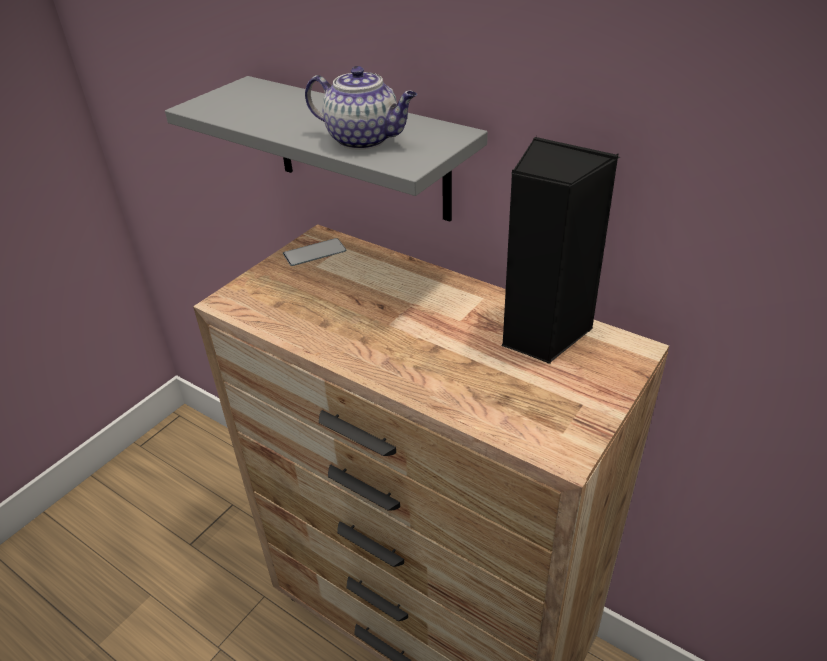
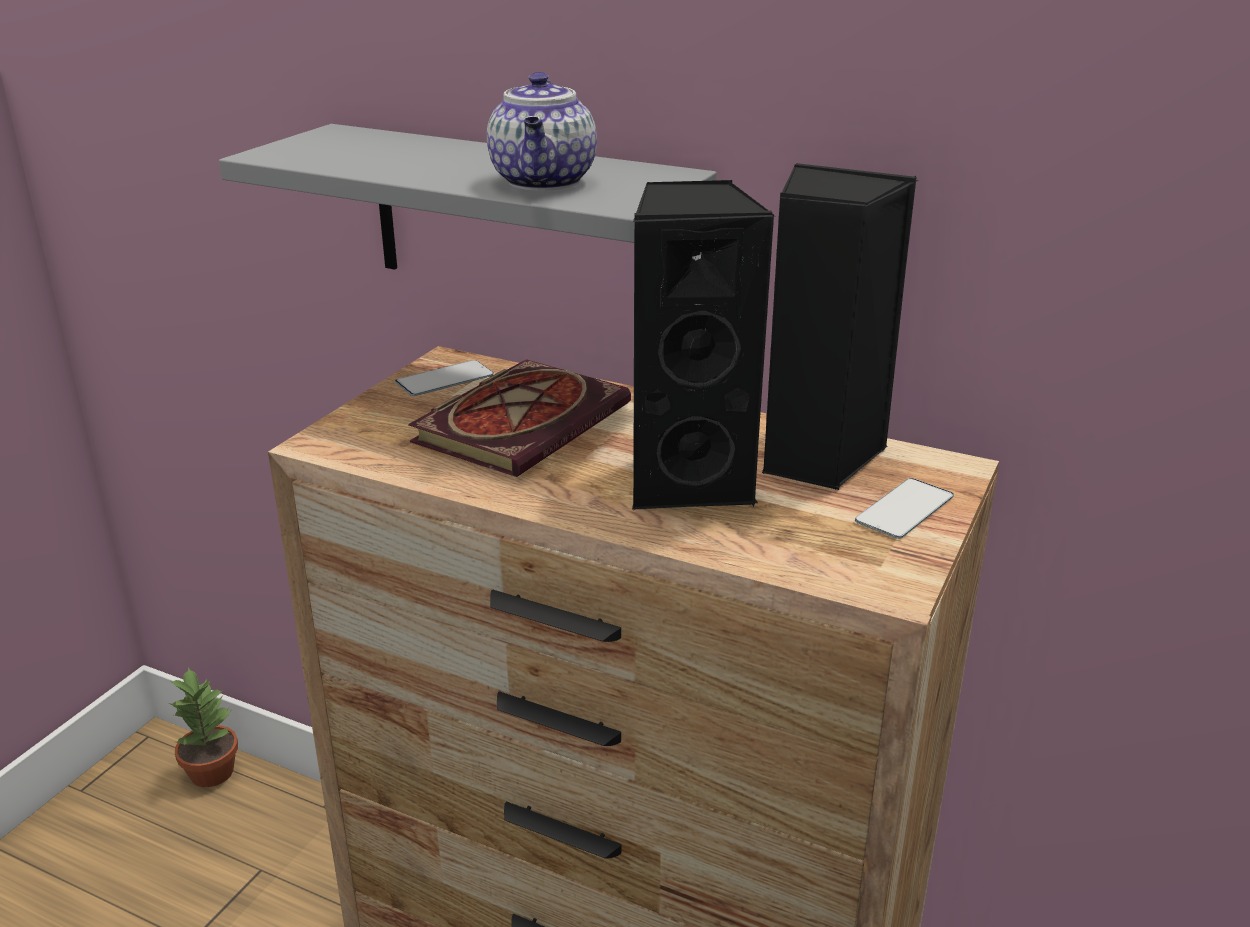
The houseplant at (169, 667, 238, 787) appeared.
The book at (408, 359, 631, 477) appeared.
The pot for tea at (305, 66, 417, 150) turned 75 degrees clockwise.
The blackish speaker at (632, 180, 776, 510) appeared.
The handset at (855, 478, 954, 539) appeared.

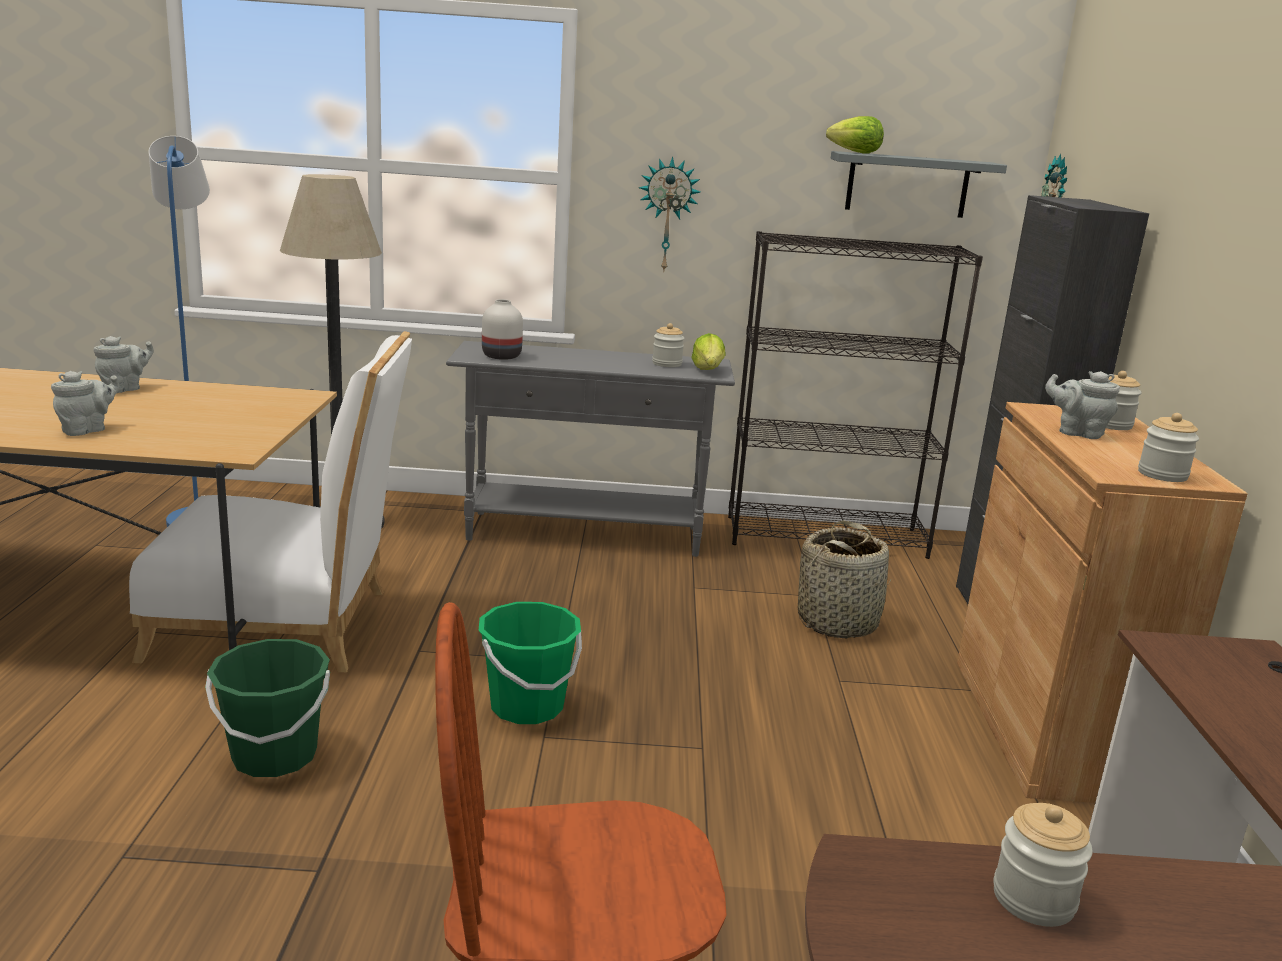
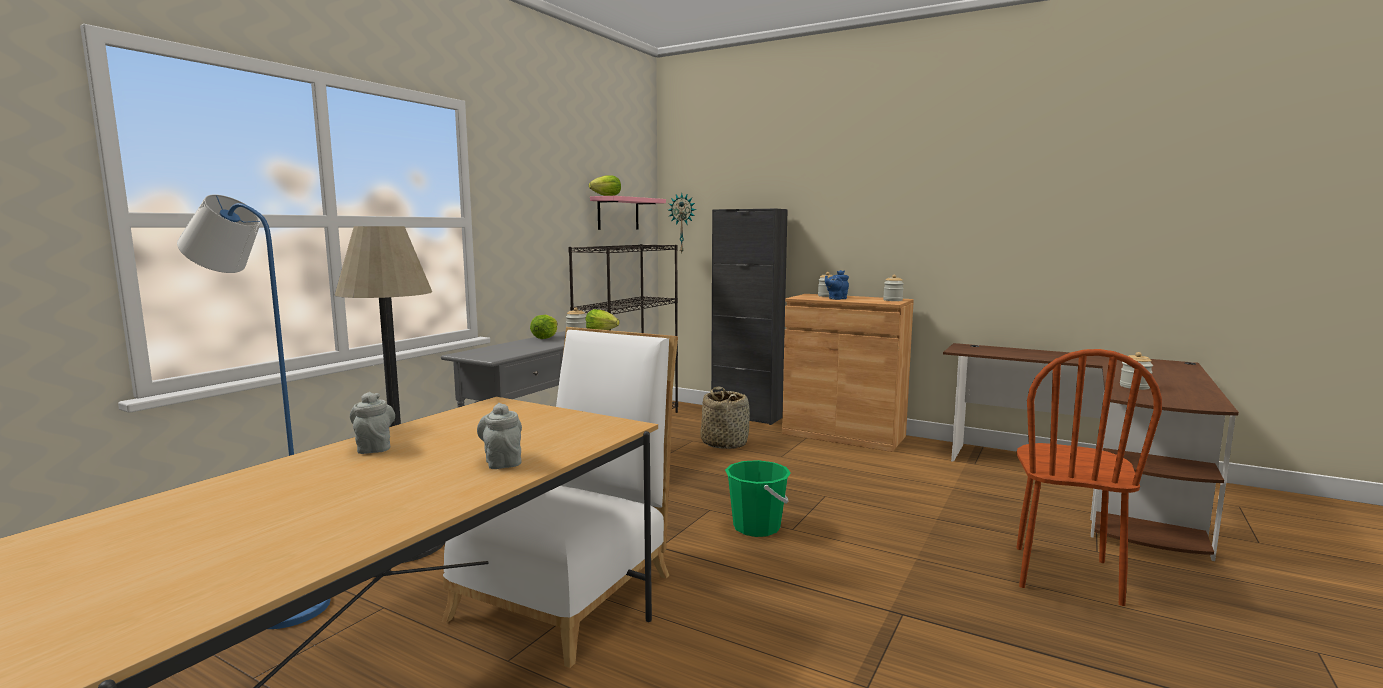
The lettuce head at (530, 315, 558, 339) appeared.
The greyish wall shelf at (831, 151, 1007, 218) became the pink wall shelf at (590, 196, 666, 230).
The greyish pot for tea at (1045, 371, 1120, 439) became the bluish pot for tea at (825, 270, 849, 300).
The green pail at (205, 639, 330, 777) disappeared.
The white-coloured decorative vase at (482, 299, 523, 360) disappeared.
The wall clock at (638, 157, 700, 273) disappeared.

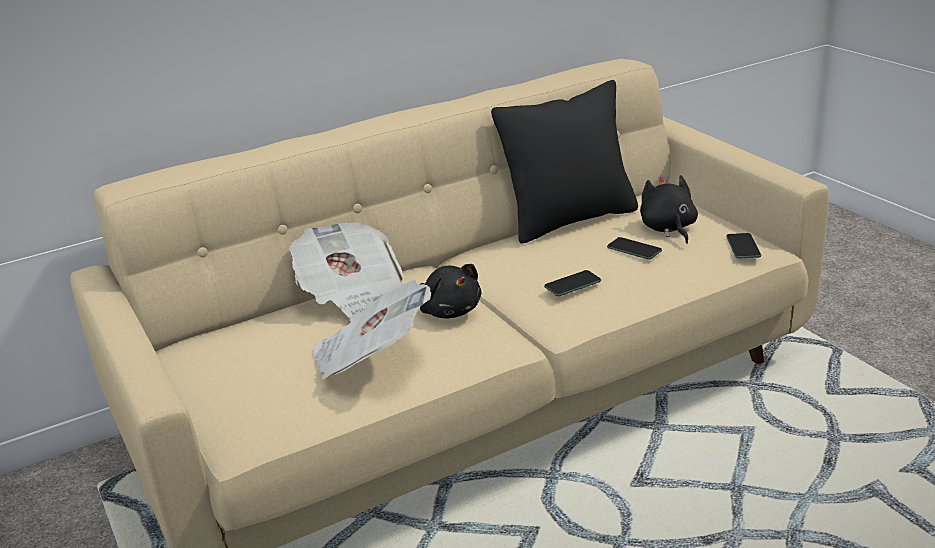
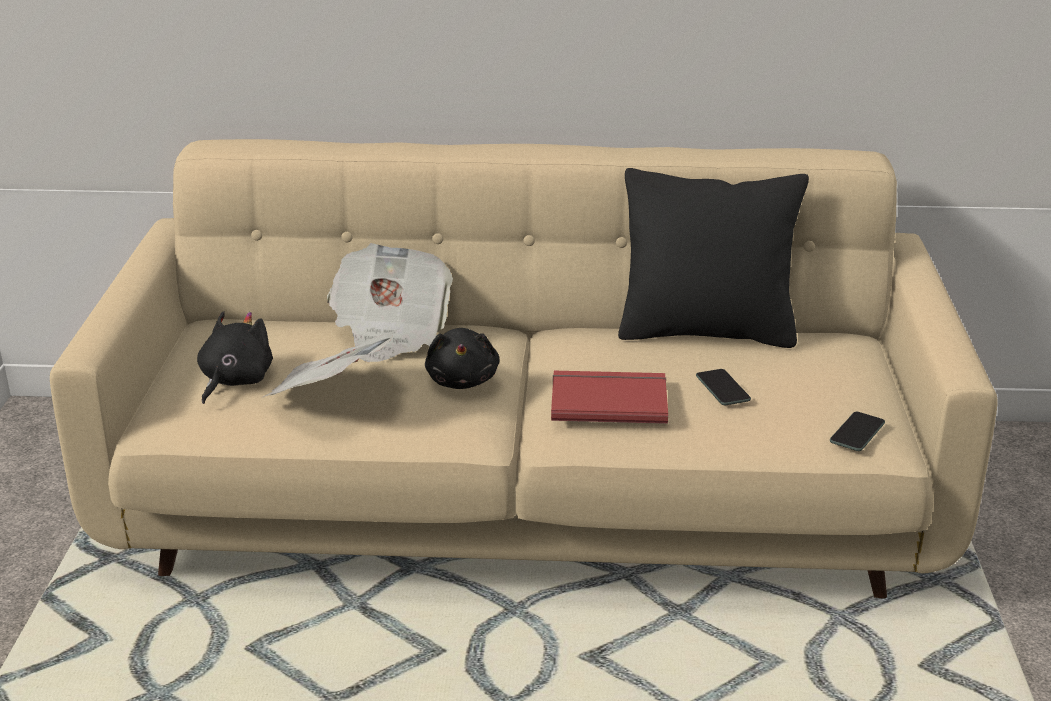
The blackish cuddly toy moved from (640, 175, 698, 244) to (197, 311, 273, 404).
The handset at (544, 270, 601, 296) was replaced by the red-coloured book at (551, 371, 668, 424).

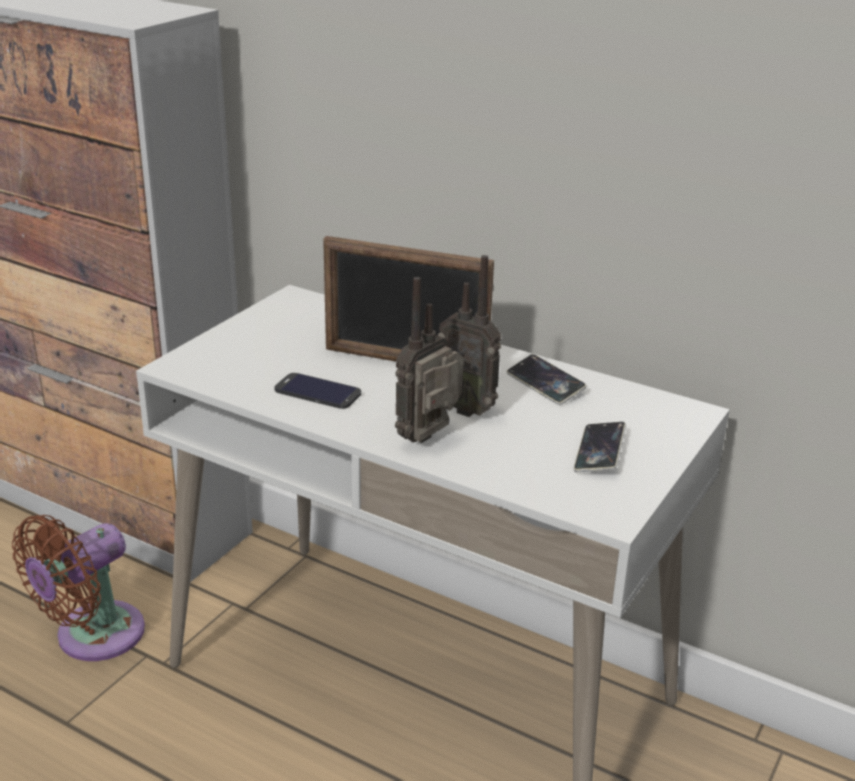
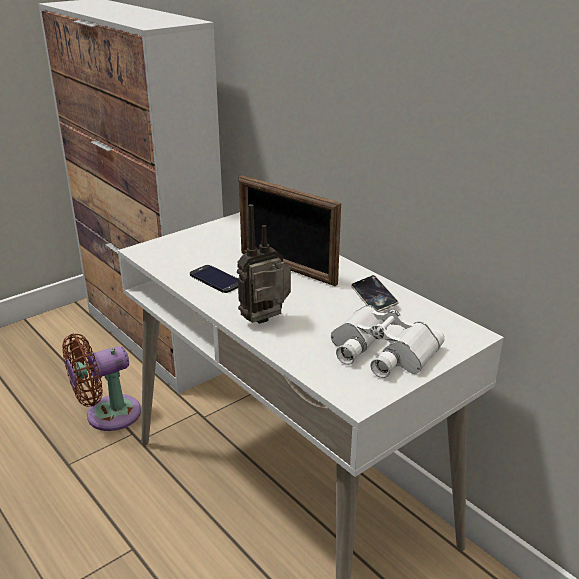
The handset at (574, 422, 626, 472) was replaced by the white-coloured field glasses at (331, 305, 445, 378).
The radio receiver at (438, 255, 501, 417) disappeared.

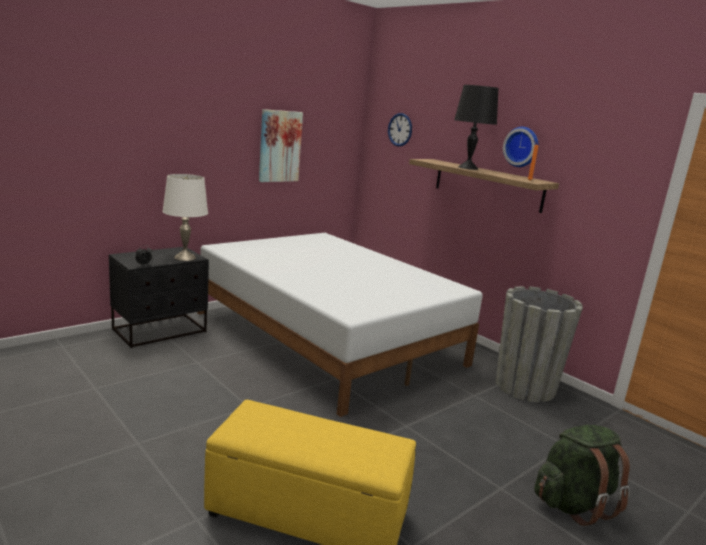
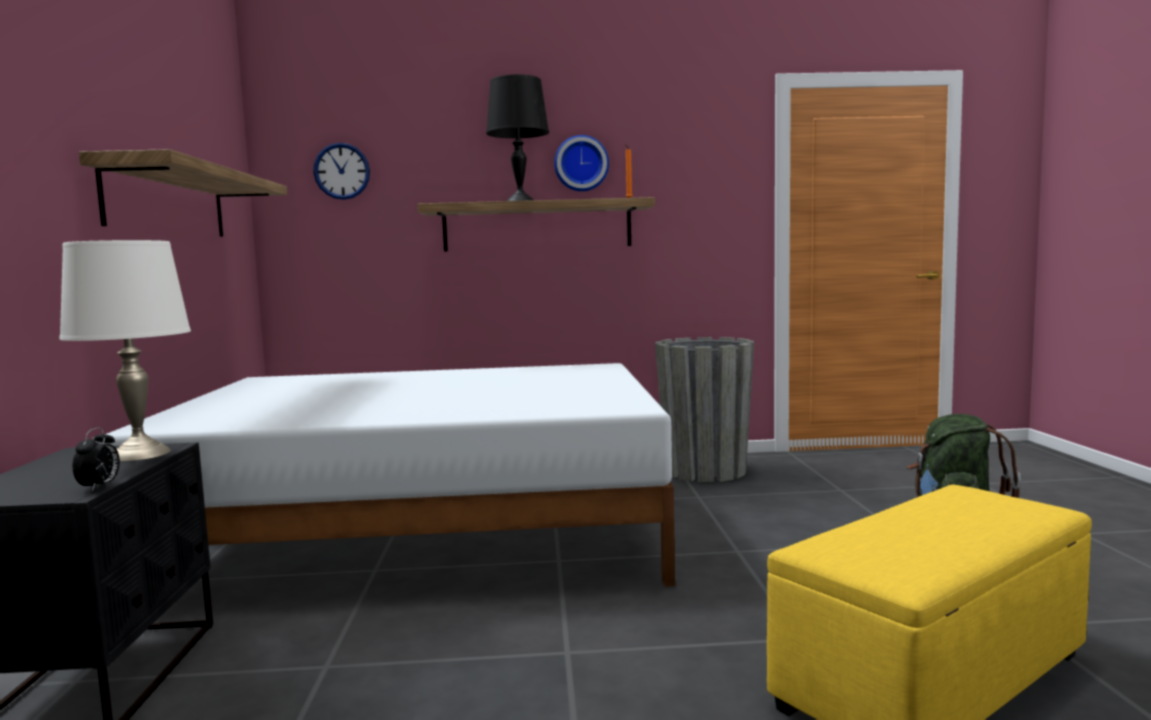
The wall art at (259, 109, 303, 182) was replaced by the wall shelf at (79, 149, 287, 237).

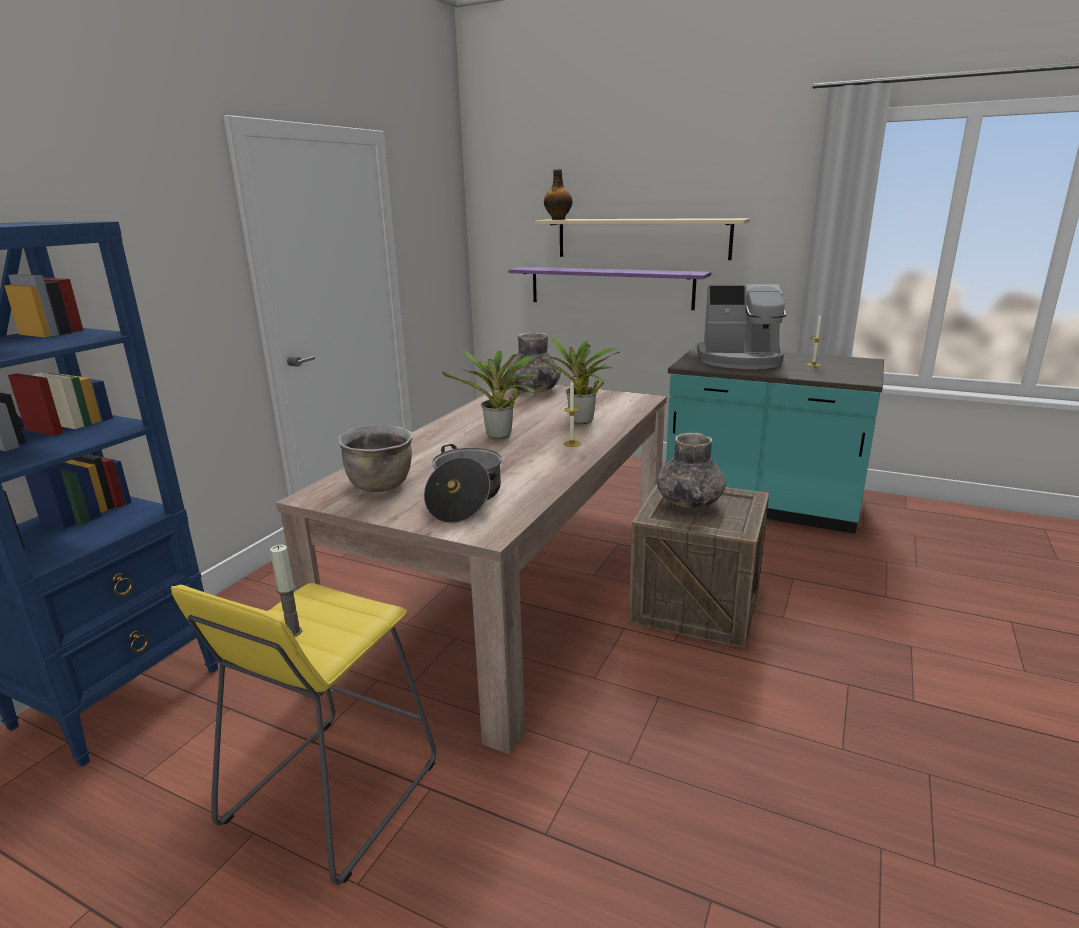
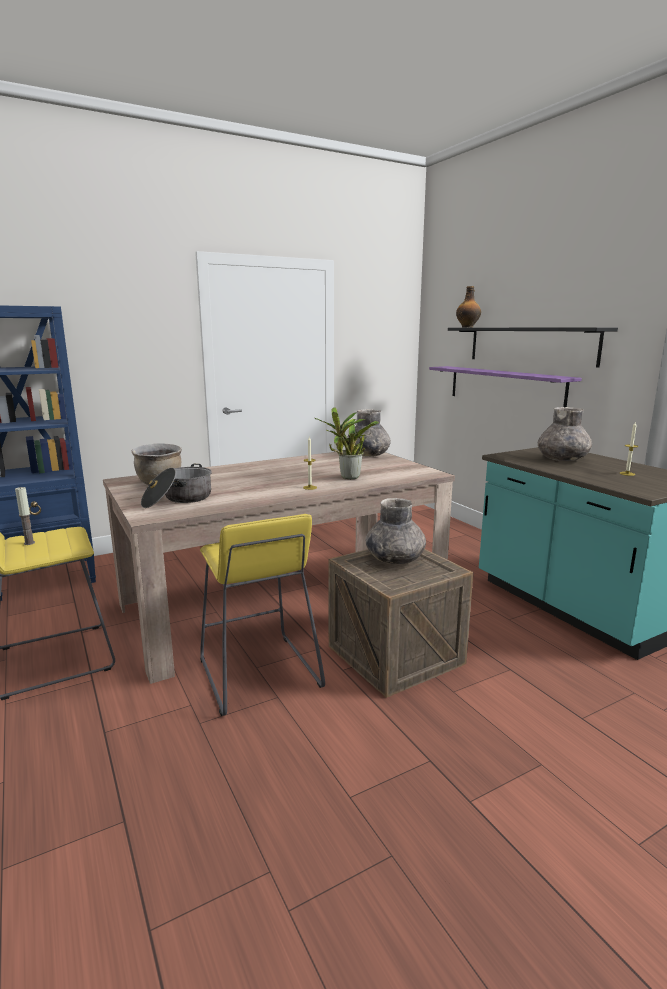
The yellowish stool at (200, 514, 325, 716) appeared.
The sand-coloured wall shelf at (535, 218, 750, 260) became the blackish wall shelf at (448, 327, 618, 367).
The coffee maker at (697, 284, 786, 369) was replaced by the greyish decorative vase at (538, 407, 592, 461).
The houseplant at (442, 351, 537, 439) disappeared.

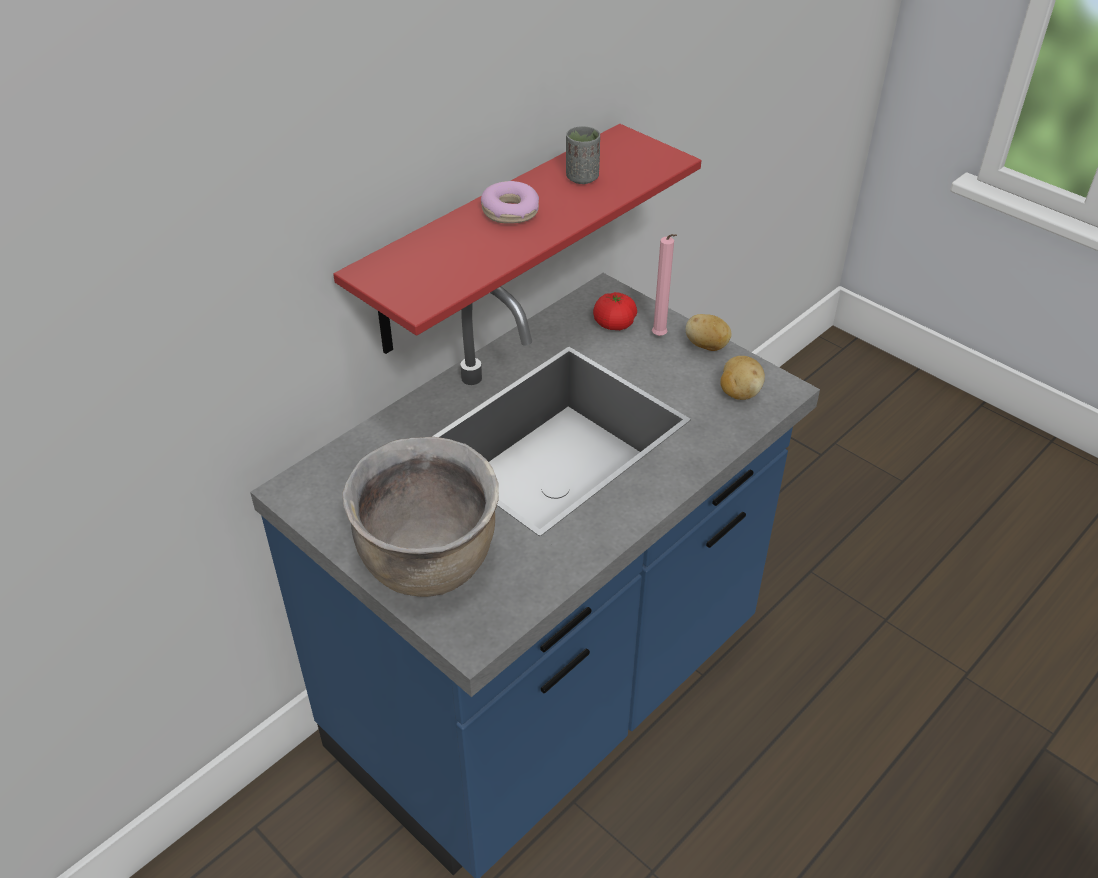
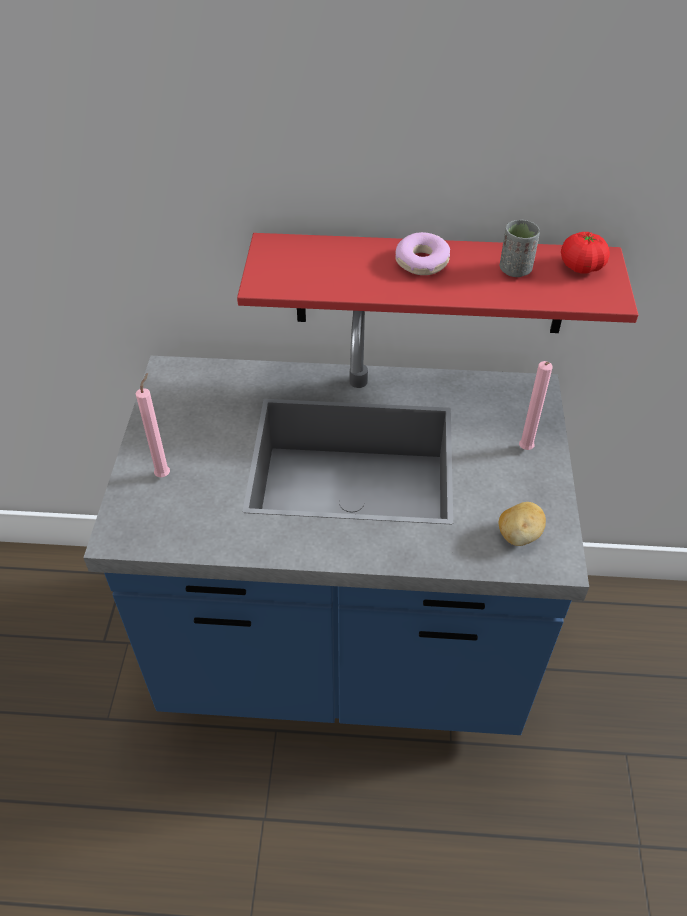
The brownish cooking pot at (342, 437, 499, 597) was replaced by the pink wax candle at (136, 373, 170, 477).
The whole tomato moved from (593, 292, 637, 330) to (561, 232, 610, 274).
The whole potato at (686, 314, 731, 351) disappeared.

